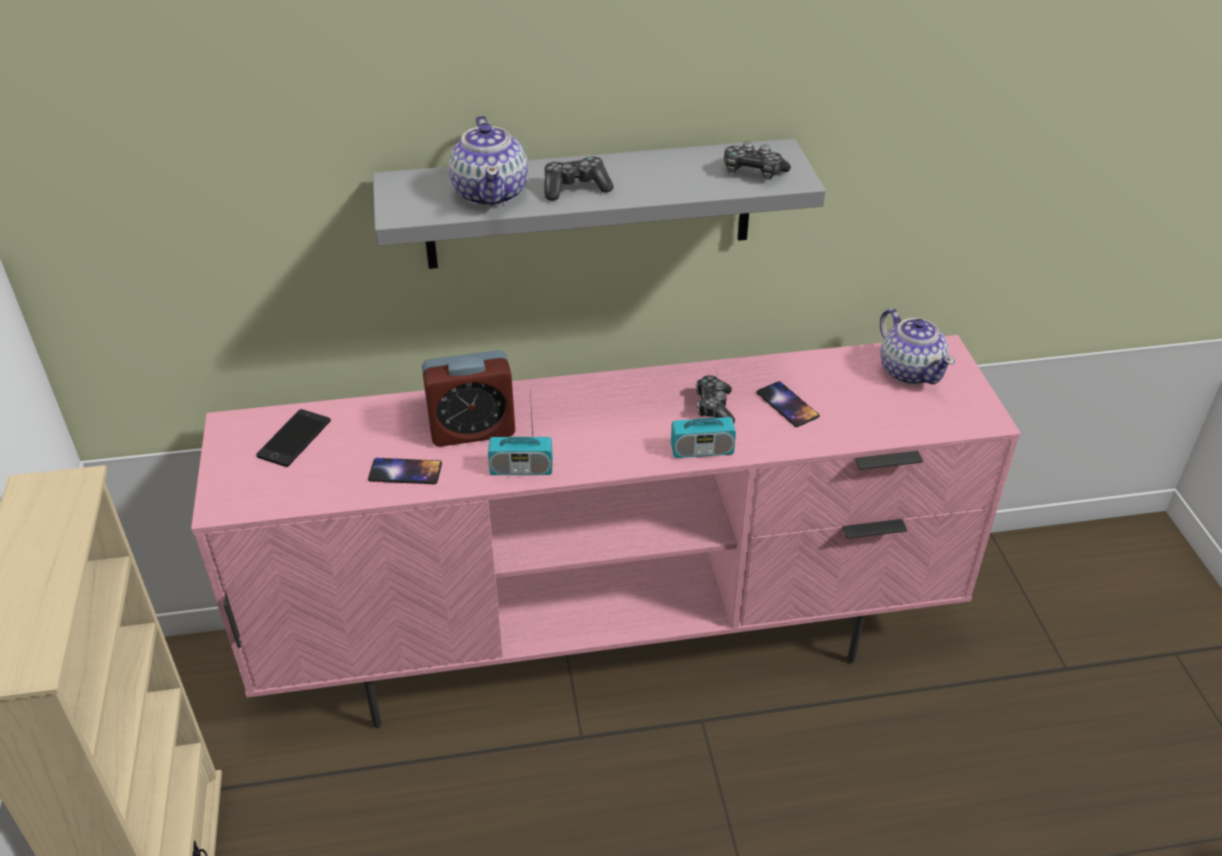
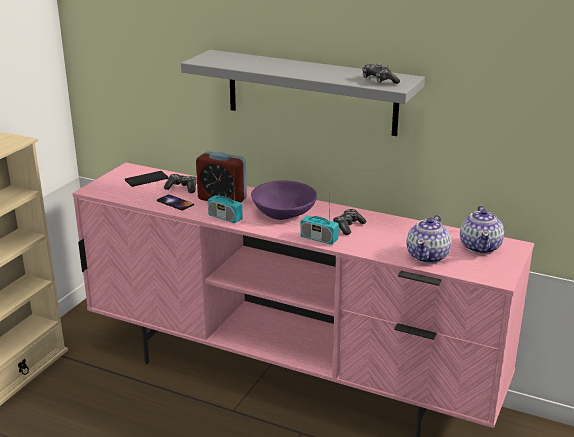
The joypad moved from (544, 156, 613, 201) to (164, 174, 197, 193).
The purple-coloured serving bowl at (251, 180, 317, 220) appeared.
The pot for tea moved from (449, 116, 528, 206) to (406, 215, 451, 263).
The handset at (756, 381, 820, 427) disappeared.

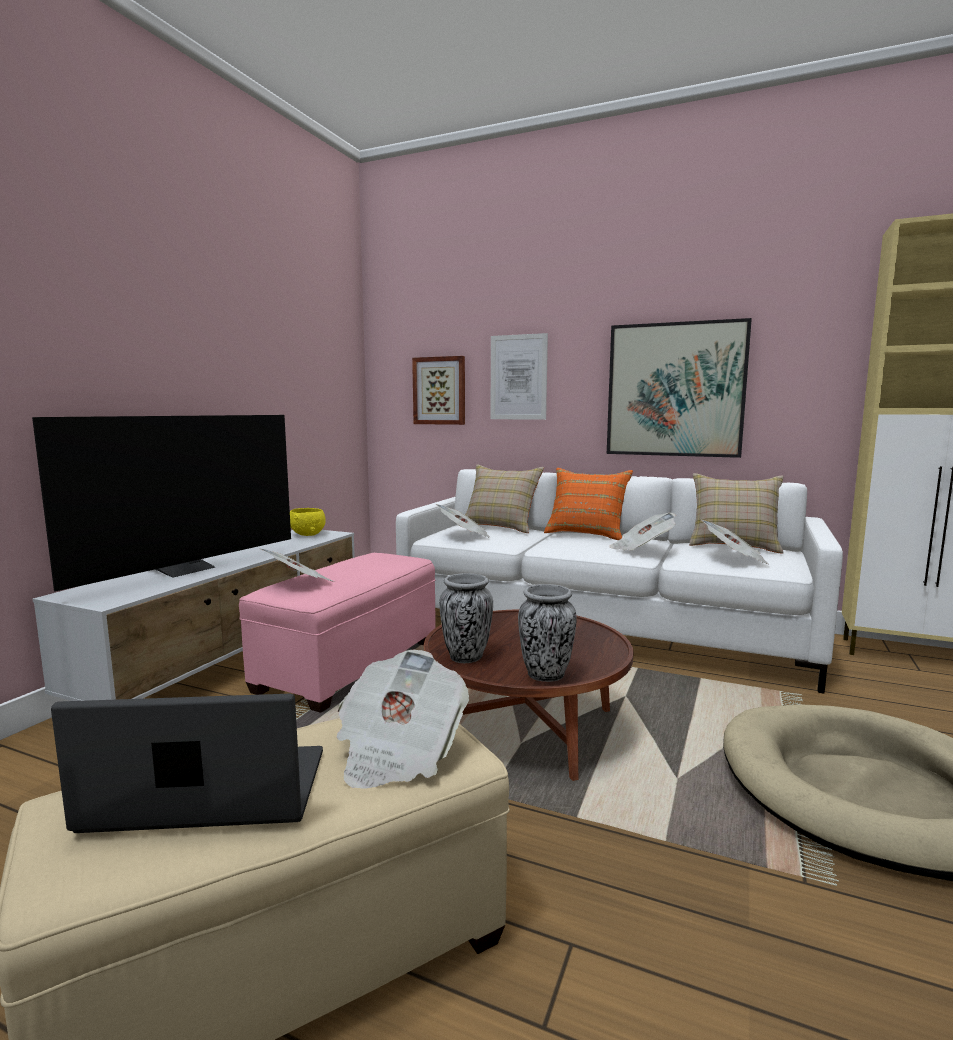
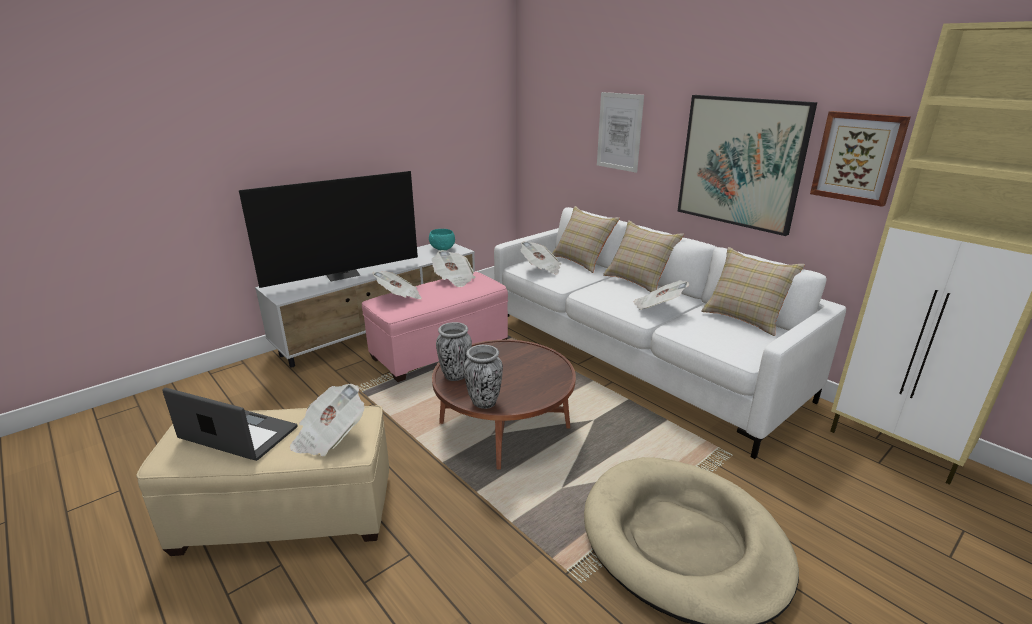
The yellowish serving bowl at (290, 508, 326, 536) became the turquoise serving bowl at (429, 229, 455, 251).
The printed paper moved from (702, 520, 770, 565) to (431, 250, 475, 287).
The orange throw pillow at (544, 468, 633, 540) became the sand-coloured throw pillow at (603, 220, 684, 292).
The wall art moved from (412, 356, 465, 425) to (810, 111, 910, 207).

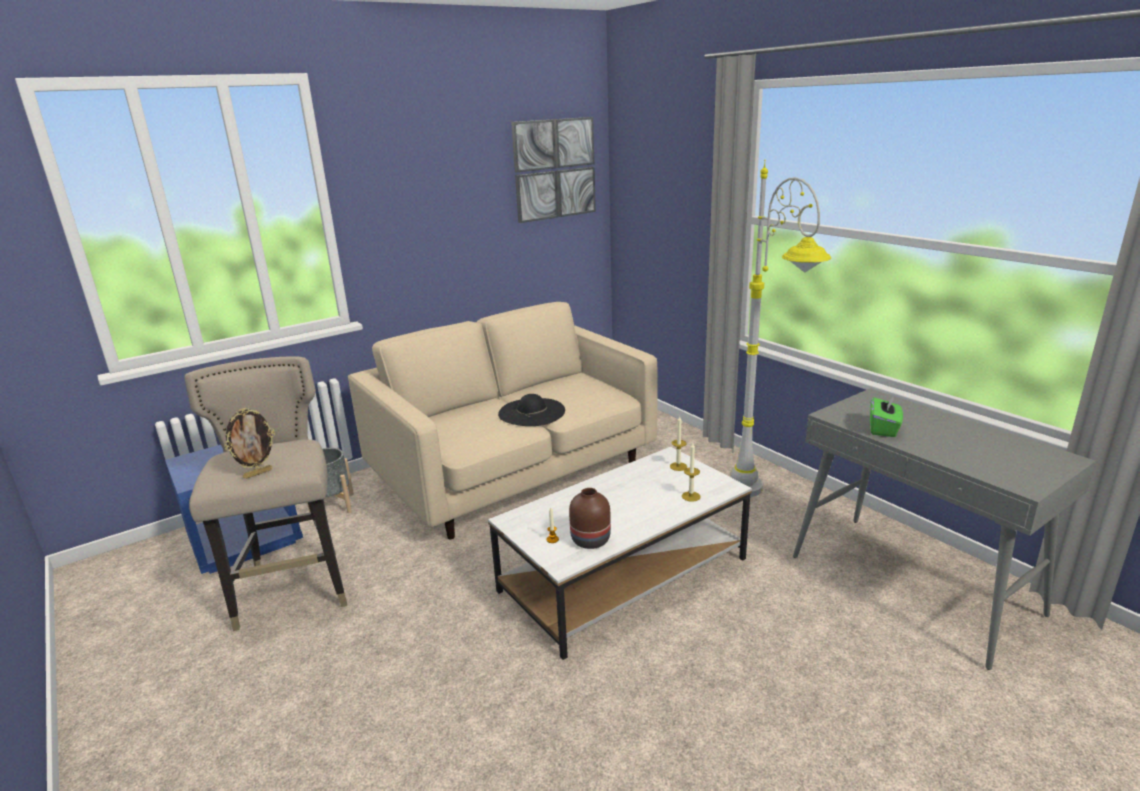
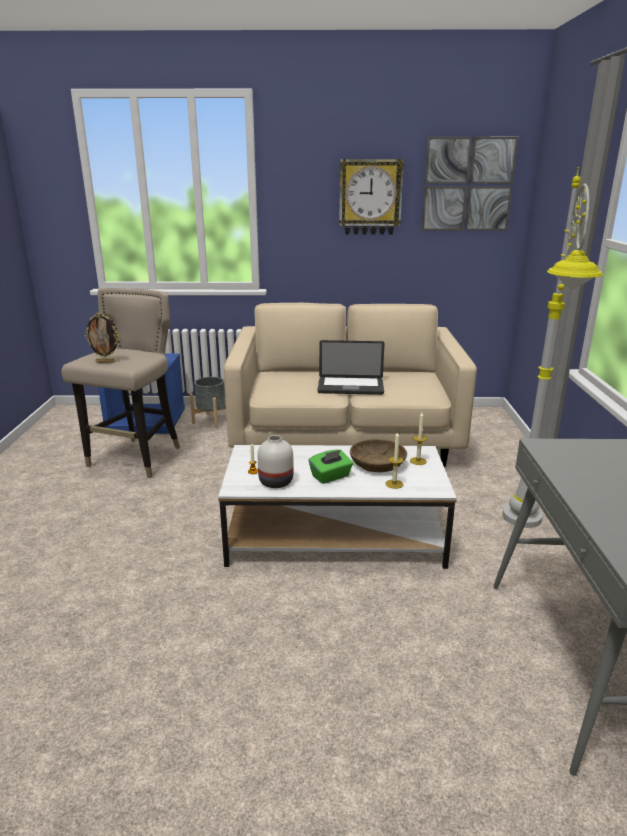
The brownish decorative vase at (569, 488, 611, 549) became the white-coloured decorative vase at (257, 435, 293, 488).
The green tissue holder moved from (870, 395, 903, 437) to (309, 450, 353, 484).
The blackish clothing hat at (498, 394, 565, 426) was replaced by the portable computer at (317, 340, 385, 395).
The wall clock at (339, 159, 404, 235) appeared.
The brownish serving bowl at (350, 439, 407, 472) appeared.

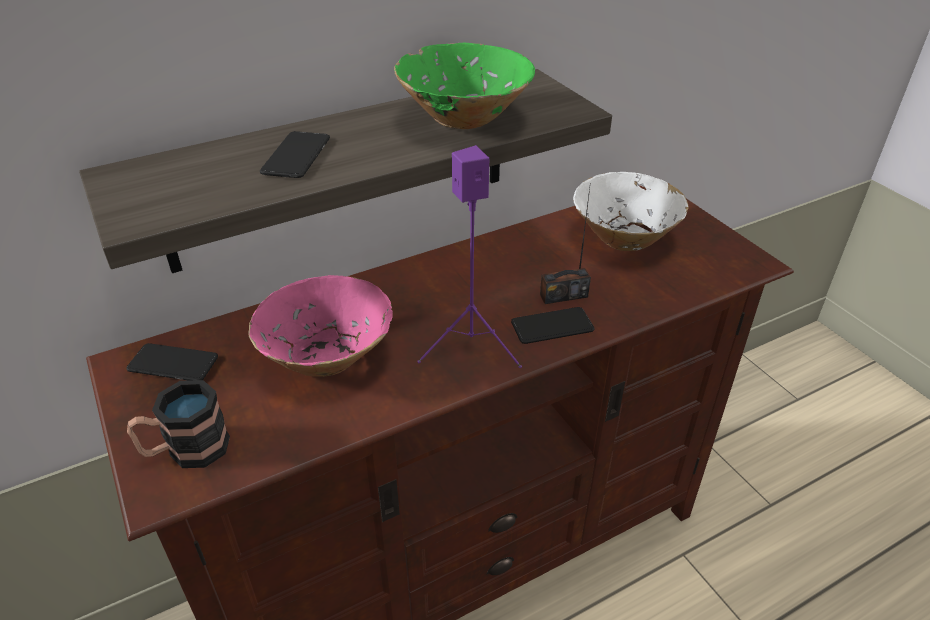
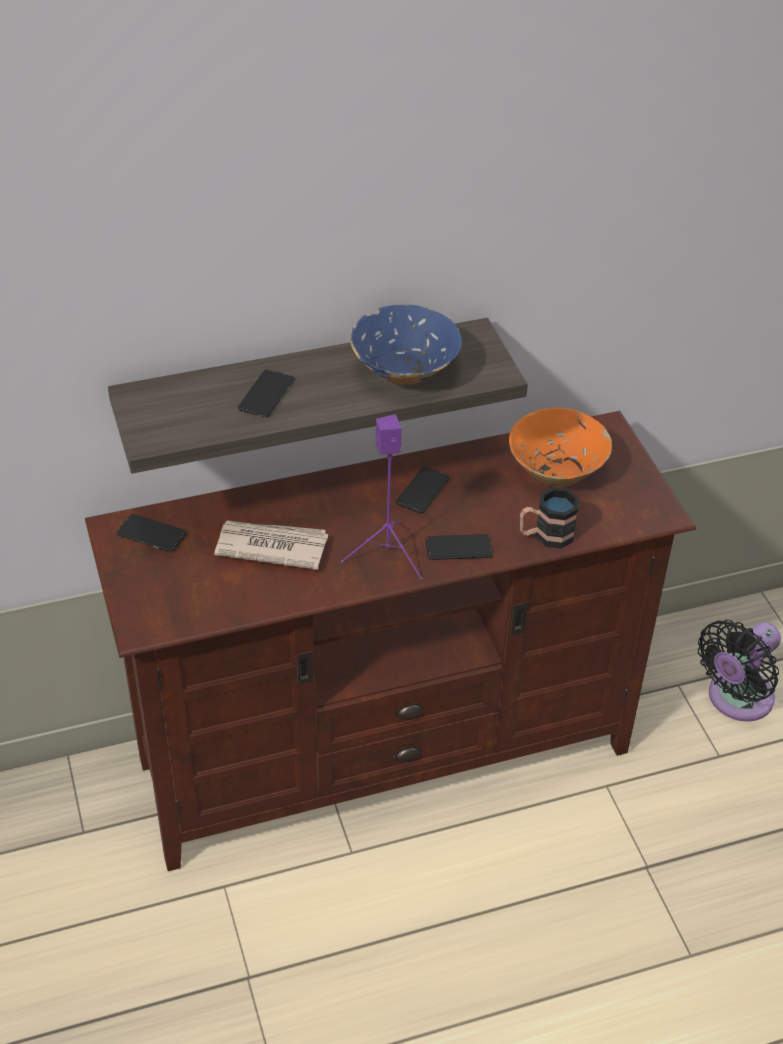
The pink serving bowl at (248, 275, 393, 377) was replaced by the printed paper at (214, 520, 328, 570).
The green serving bowl at (394, 43, 535, 129) became the bluish serving bowl at (350, 305, 462, 385).
The handset at (396, 467, 450, 513) appeared.
The white-coloured serving bowl at (573, 172, 688, 251) became the orange serving bowl at (509, 408, 612, 488).
The mug moved from (127, 380, 230, 468) to (520, 487, 579, 549).
The blackish fan at (698, 620, 781, 722) appeared.
The radio receiver at (540, 188, 591, 304) disappeared.

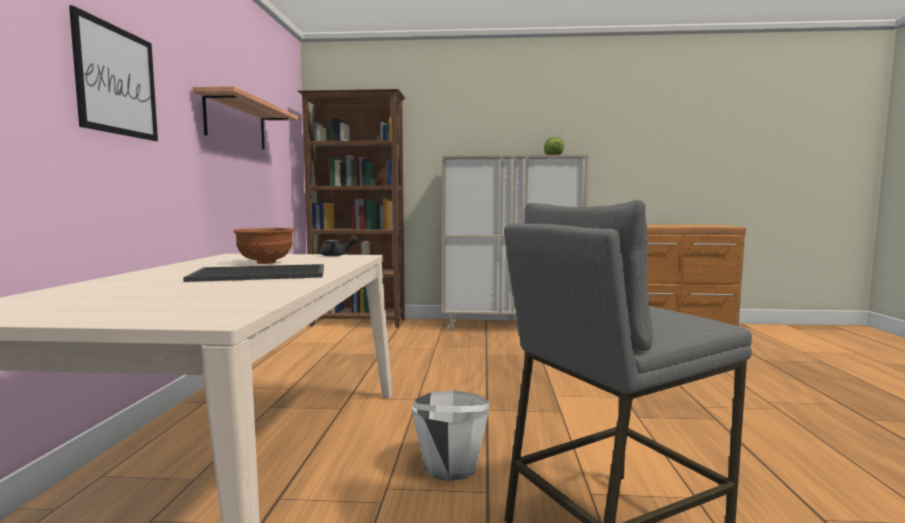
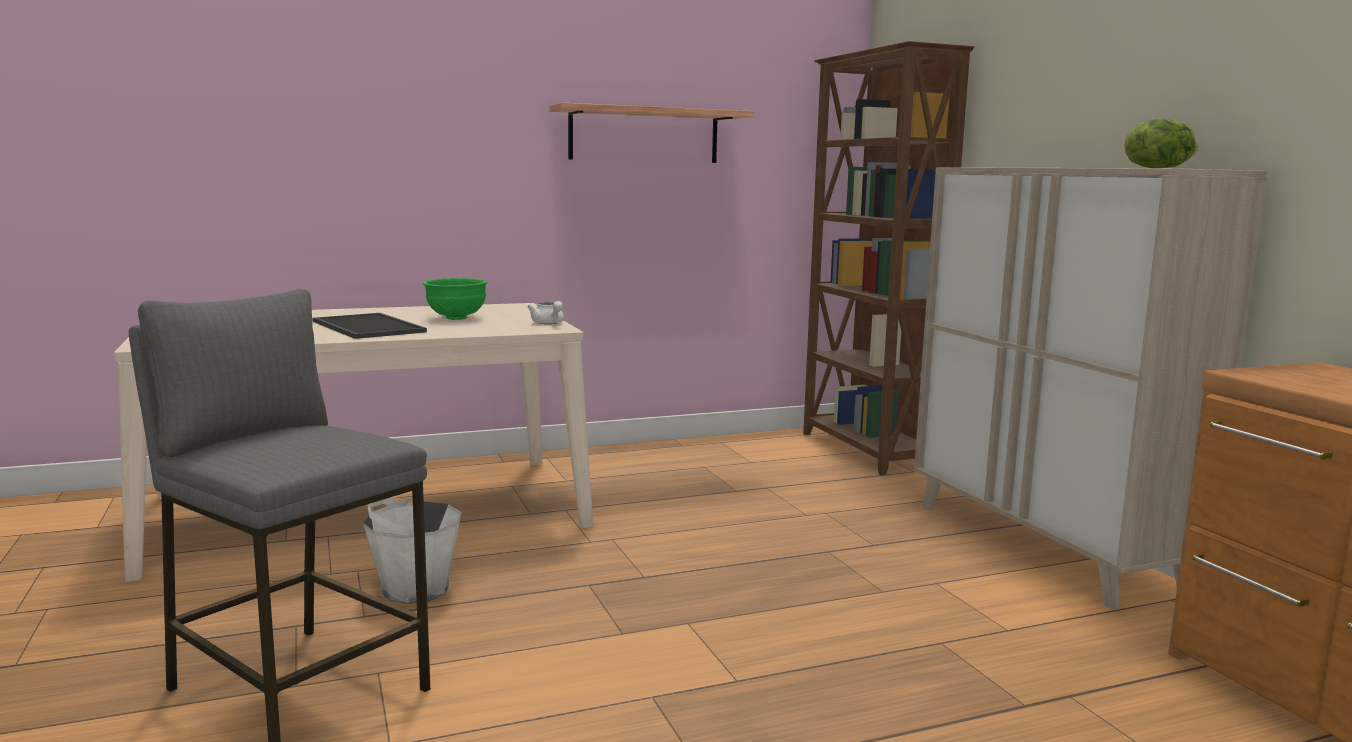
The brownish serving bowl at (234, 228, 294, 264) became the green serving bowl at (423, 278, 487, 320).
The blackish pot for tea at (320, 236, 359, 256) became the white-coloured pot for tea at (527, 301, 564, 324).
The wall art at (69, 5, 158, 141) disappeared.

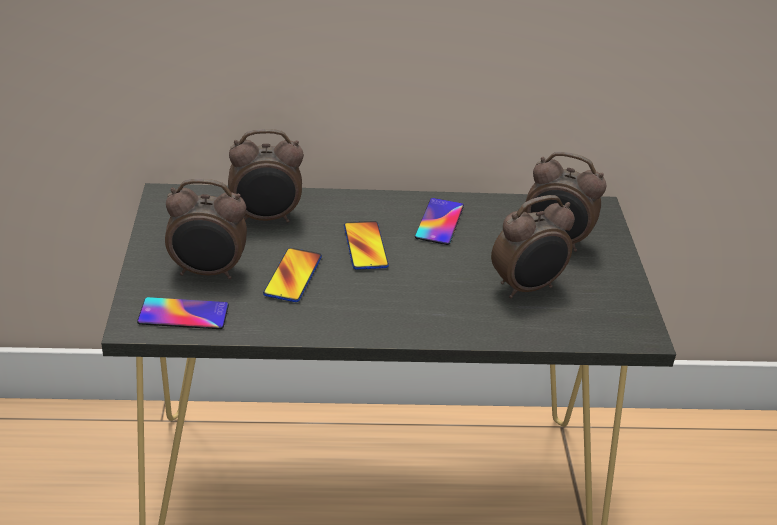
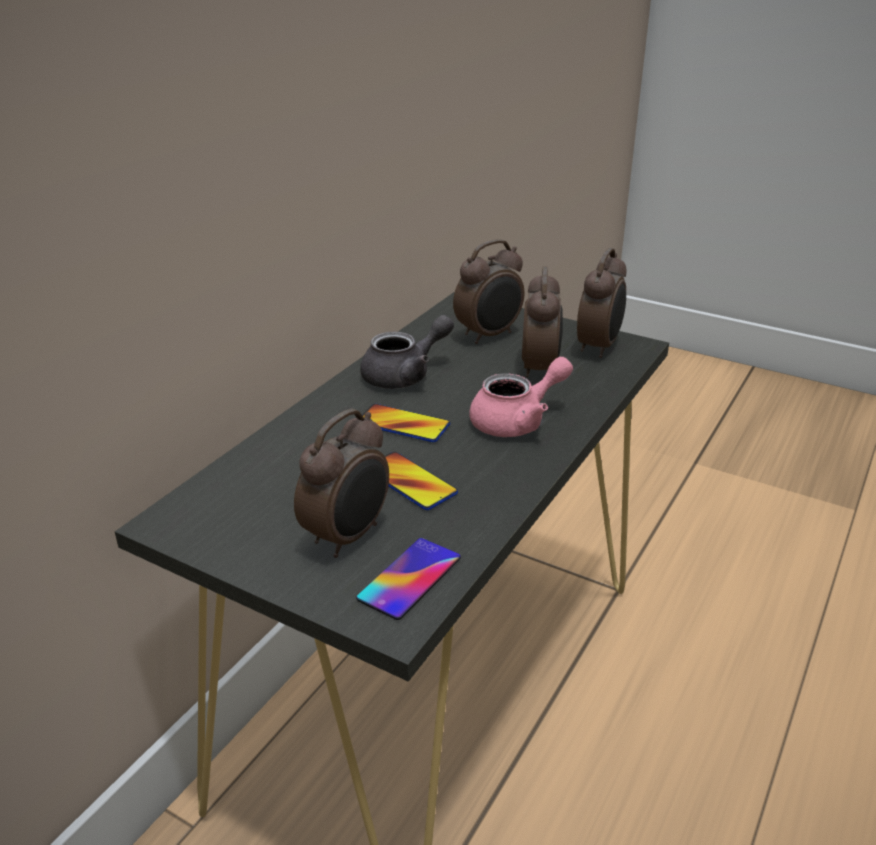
The handset at (415, 198, 464, 245) was replaced by the greyish pot for tea at (360, 315, 454, 389).
The pink pot for tea at (469, 357, 573, 437) appeared.
The table clock moved from (228, 129, 304, 223) to (577, 248, 626, 358).

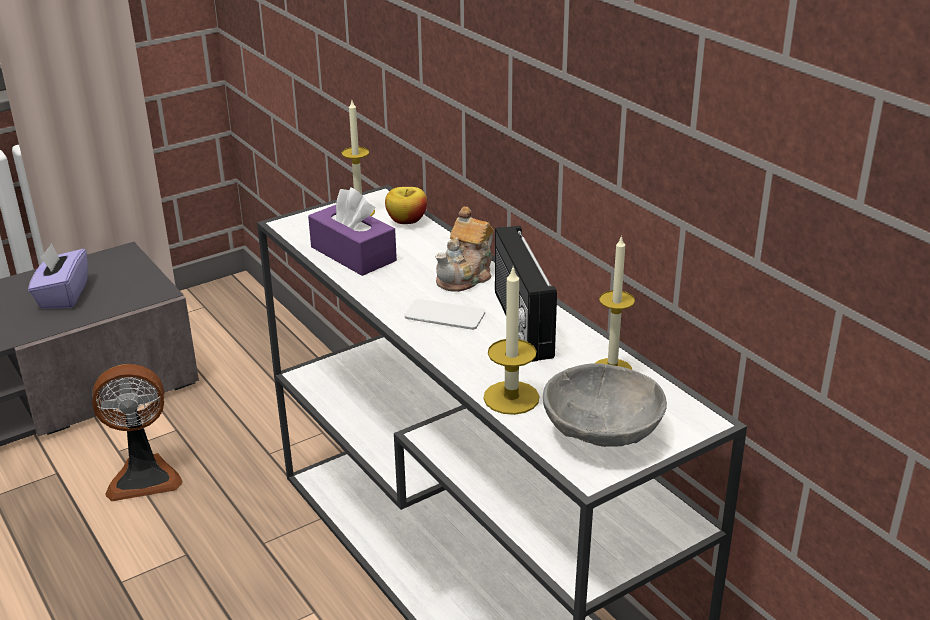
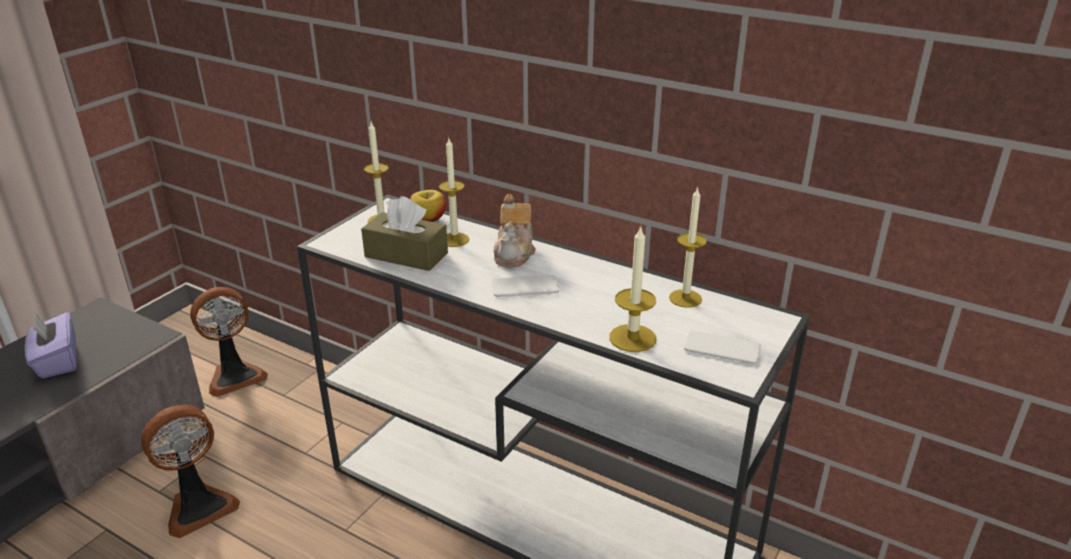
The fan at (190, 287, 268, 397) appeared.
The purple-coloured tissue holder at (308, 187, 397, 276) became the brownish tissue holder at (361, 196, 448, 271).
The wax candle at (439, 138, 469, 247) appeared.
The greyish serving bowl at (543, 363, 667, 447) was replaced by the handset at (684, 330, 761, 364).
The radio receiver at (495, 226, 557, 362) disappeared.

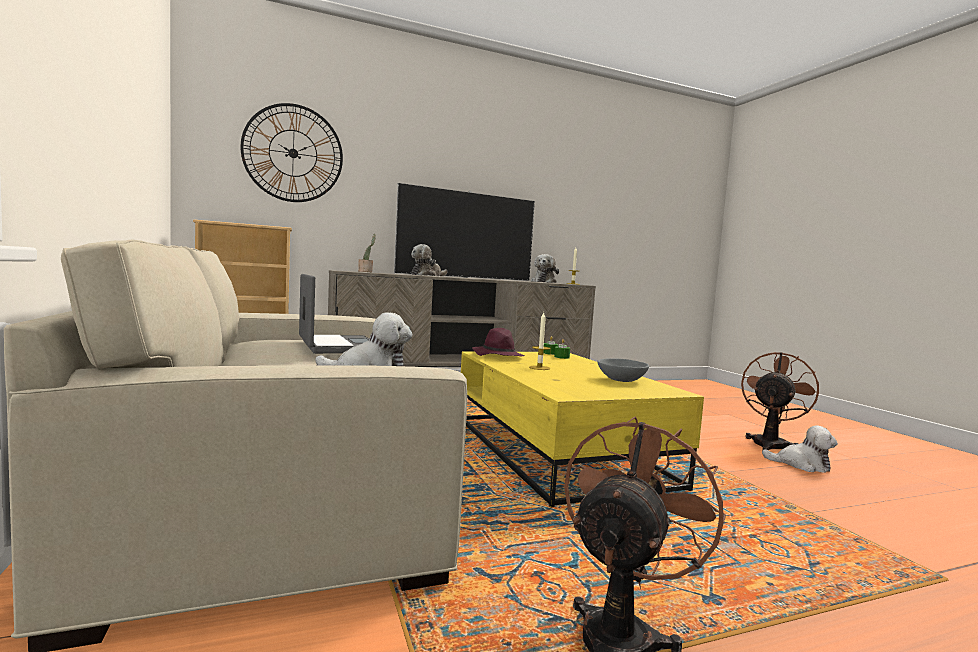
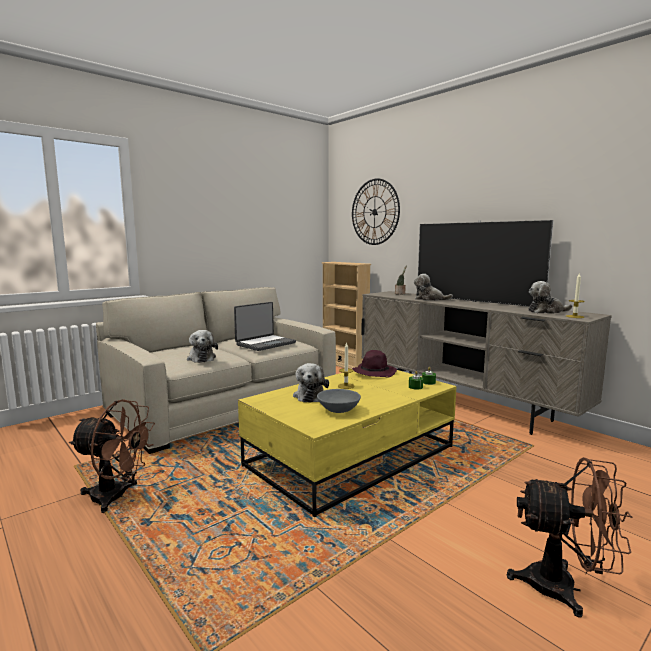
The cuddly toy moved from (762, 425, 838, 473) to (293, 363, 329, 402).

